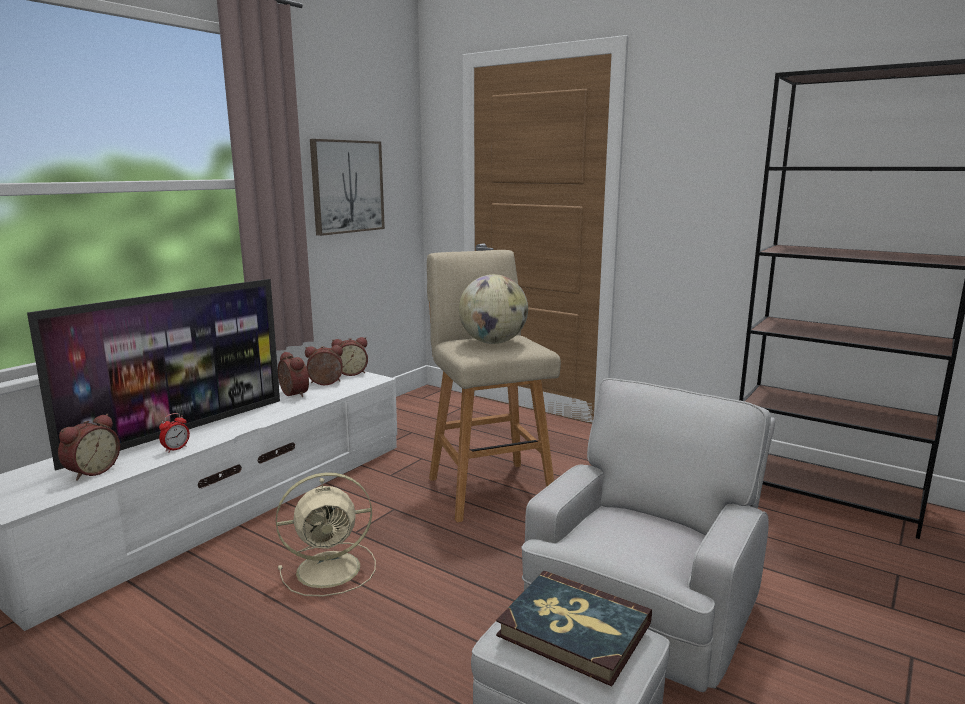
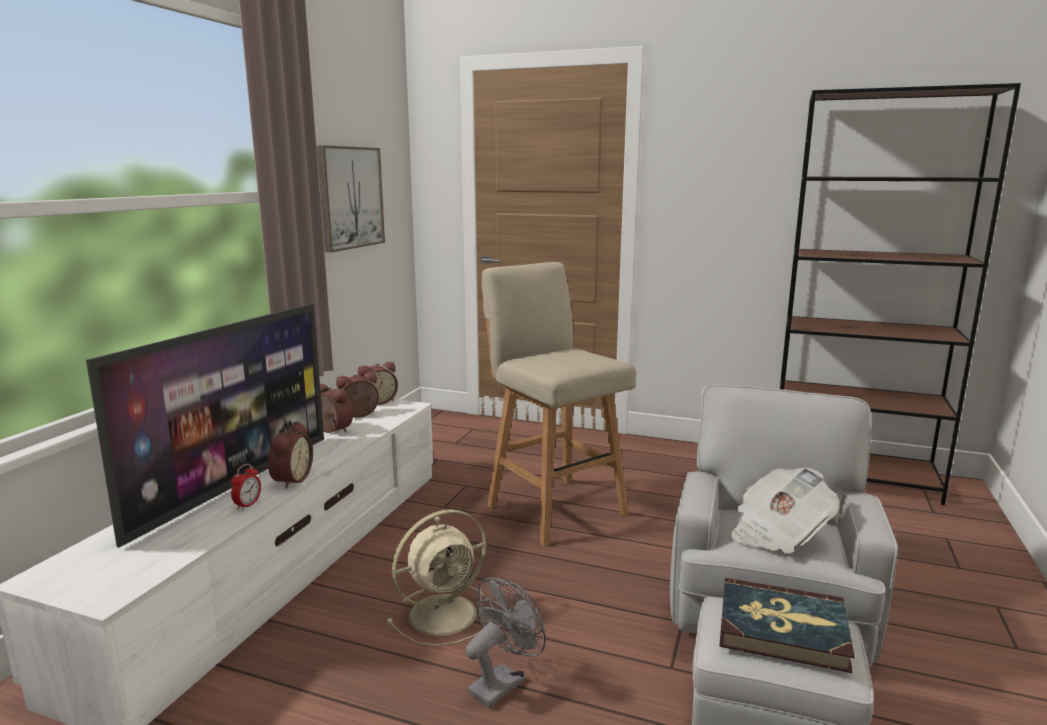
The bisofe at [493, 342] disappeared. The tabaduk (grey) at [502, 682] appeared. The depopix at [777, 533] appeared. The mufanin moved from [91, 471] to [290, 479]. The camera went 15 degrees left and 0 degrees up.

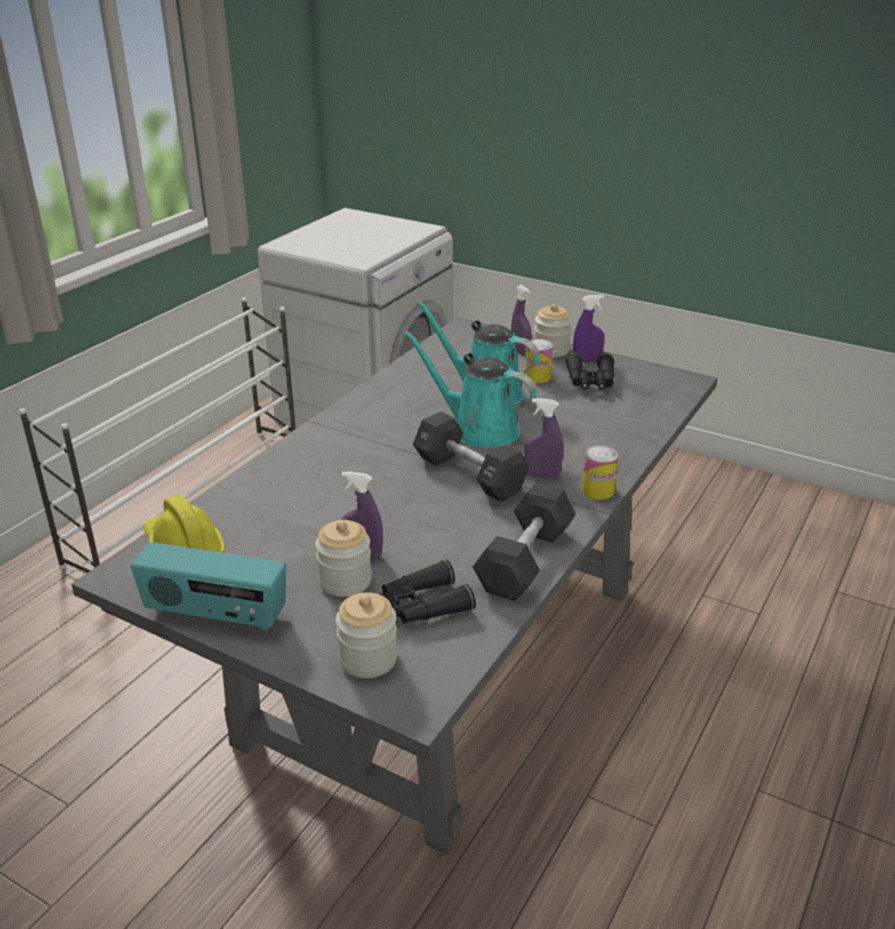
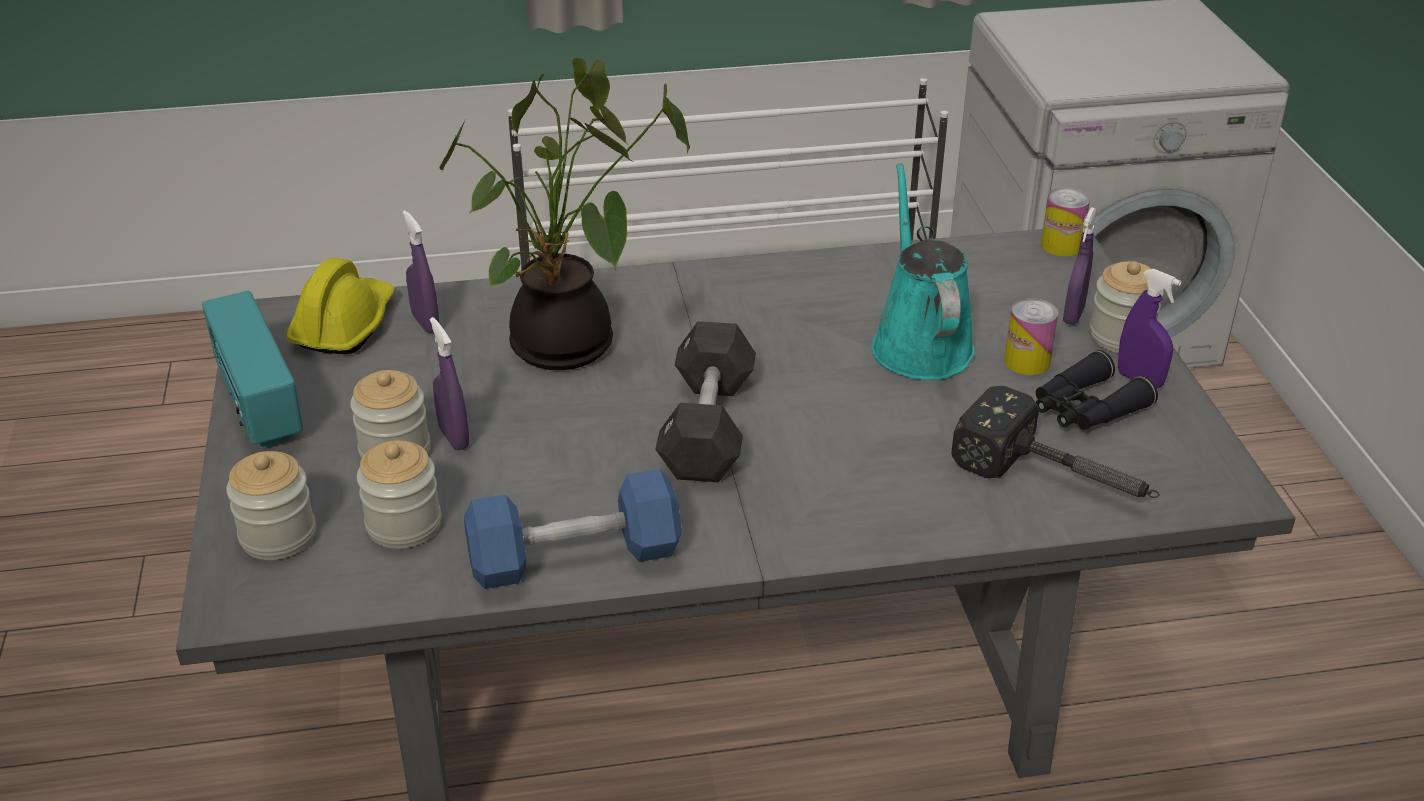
The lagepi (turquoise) at [479, 429] disappeared. The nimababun at [568, 349] appeared. The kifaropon at [1058, 479] appeared. The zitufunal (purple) moved from [542, 475] to [425, 323]. The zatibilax moved from [598, 490] to [1061, 245]. The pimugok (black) at [421, 606] was replaced by the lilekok at [404, 525]. The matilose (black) at [525, 560] became the matilose (blue) at [575, 557]. The camera went 50 degrees right and 5 degrees up.

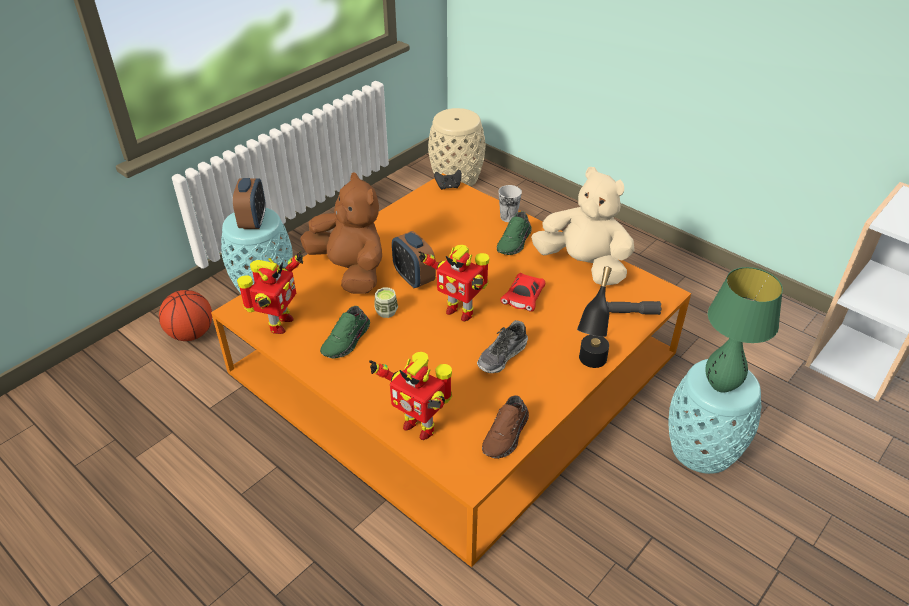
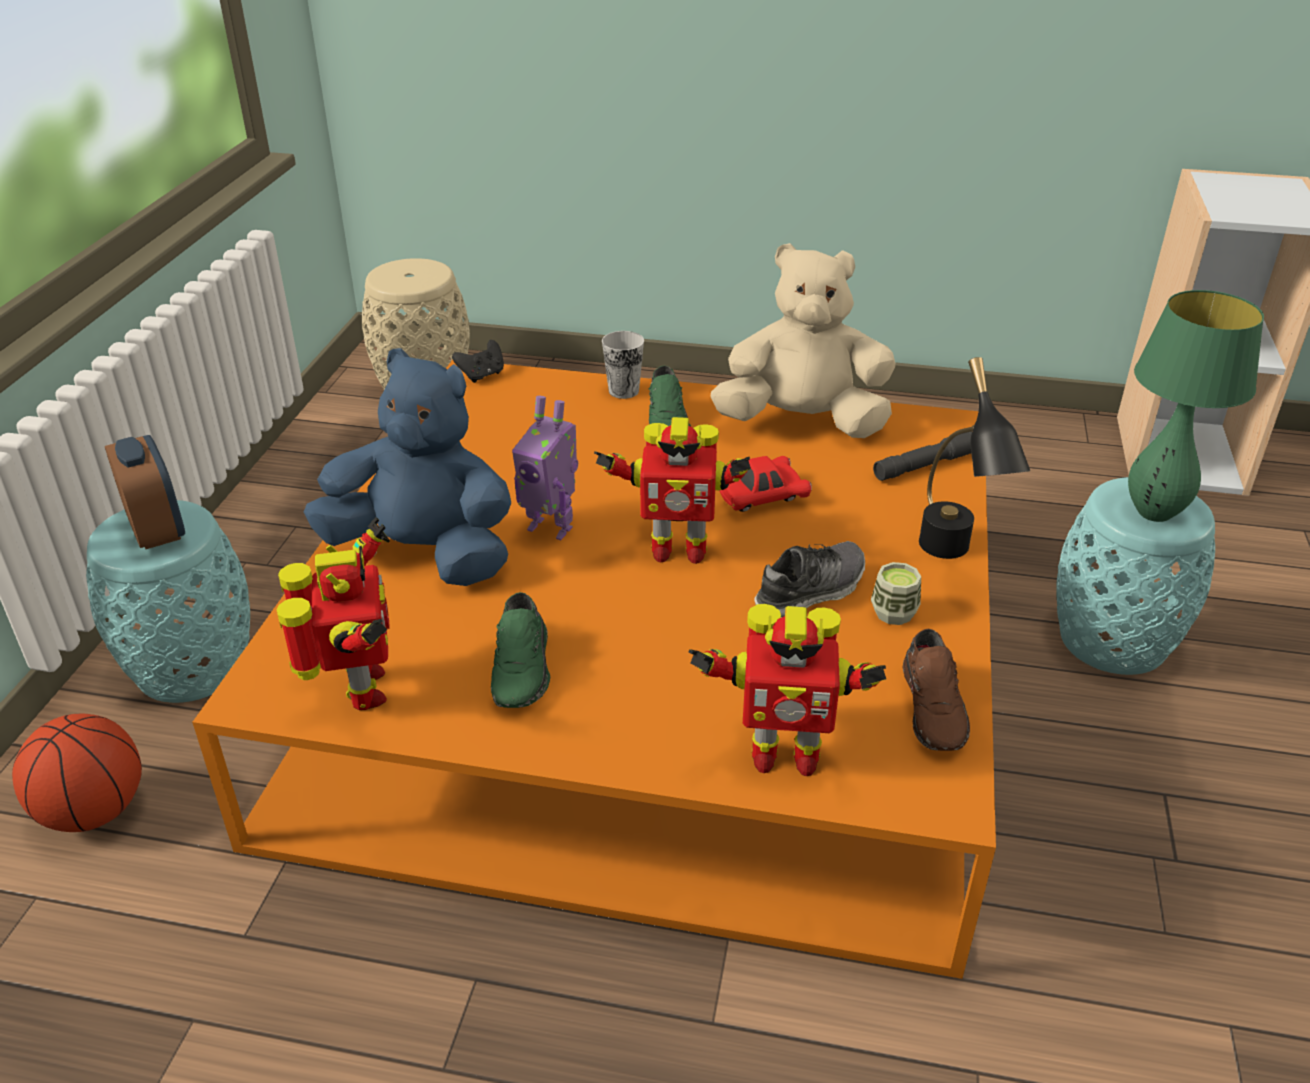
The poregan moved from [386, 312] to [893, 613]. The mufanin at [414, 278] was replaced by the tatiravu at [551, 527]. The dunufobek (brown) at [350, 271] became the dunufobek (blue) at [424, 553]. The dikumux at [502, 356] turned 135 degrees counterclockwise. The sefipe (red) at [523, 299] turned 105 degrees counterclockwise. The camera went 30 degrees left and 5 degrees down.

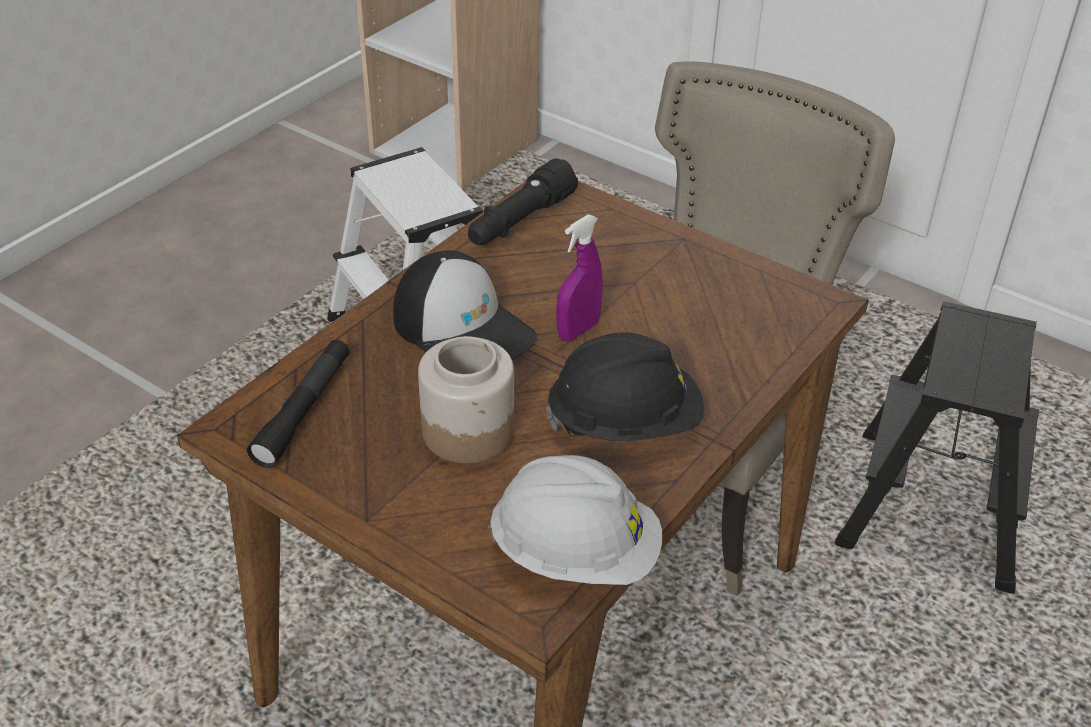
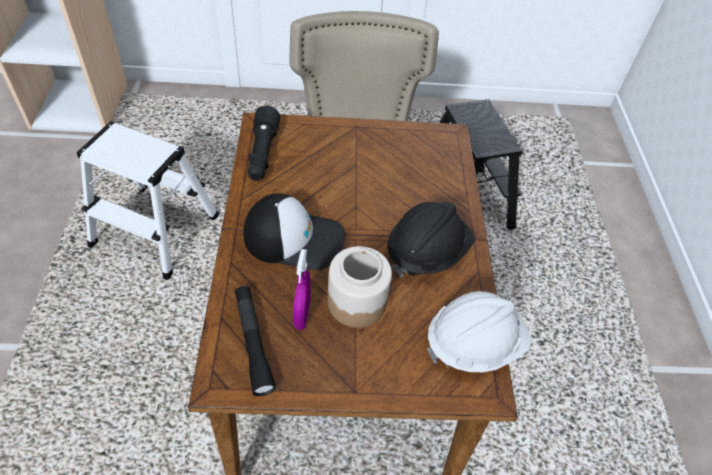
The zitufunal (purple) moved from [578, 330] to [302, 315]. The camera went 40 degrees left and 10 degrees up.

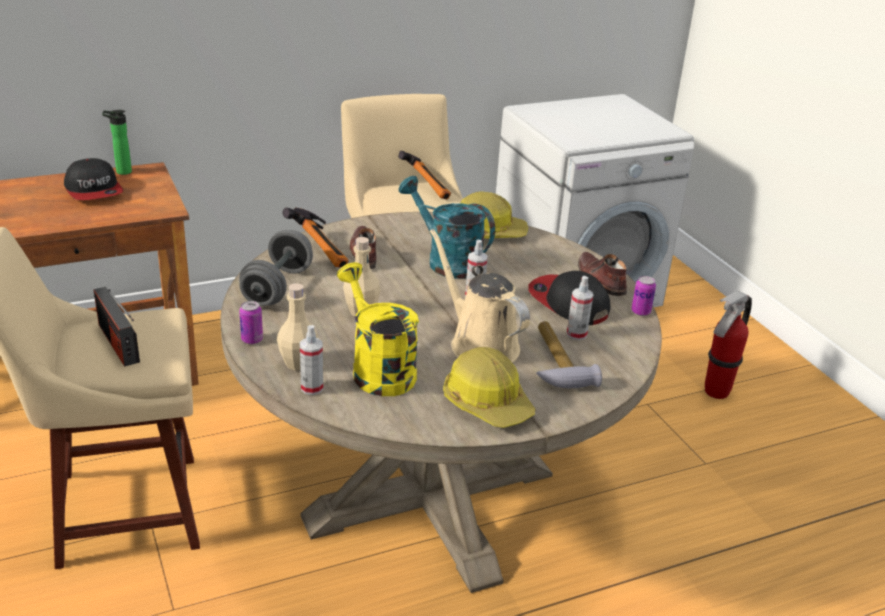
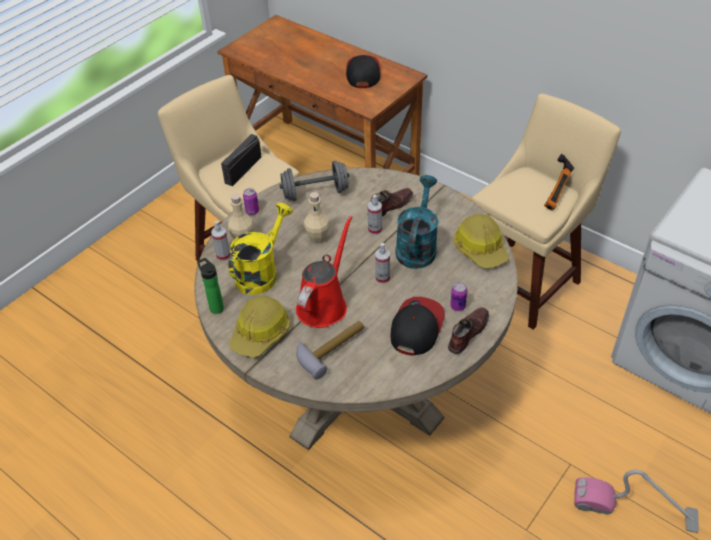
The kifaropon at [323, 250] disappeared. The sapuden moved from [121, 172] to [215, 307]. The zitufunal moved from [576, 334] to [375, 230]. The zatibilax moved from [640, 312] to [457, 306]. The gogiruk at [716, 392] was replaced by the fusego at [634, 509]. The lagepi (beige) at [479, 344] became the lagepi (red) at [324, 304]. The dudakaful at [94, 190] turned 150 degrees clockwise. The camera went 65 degrees right and 15 degrees up.

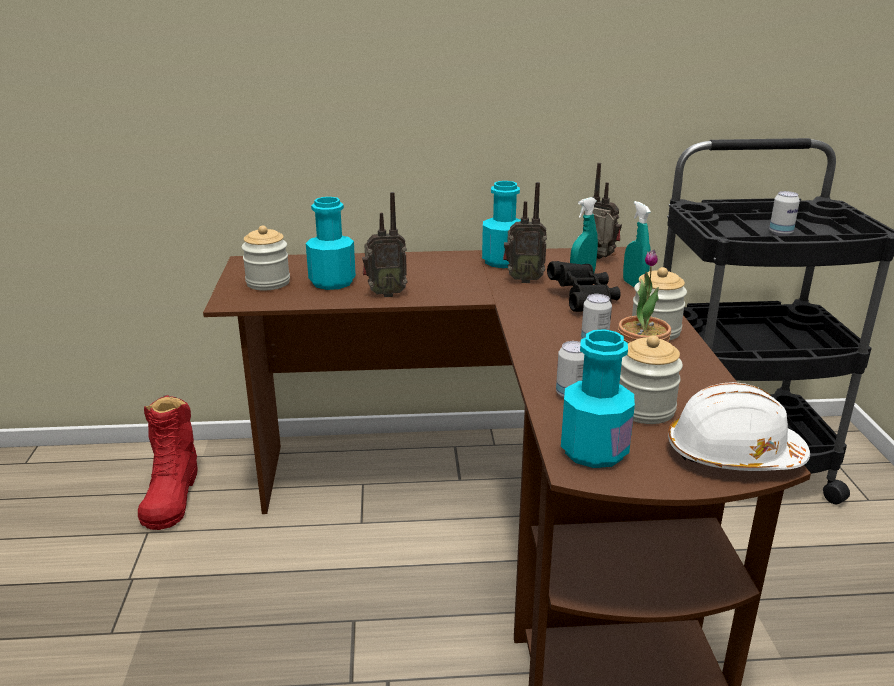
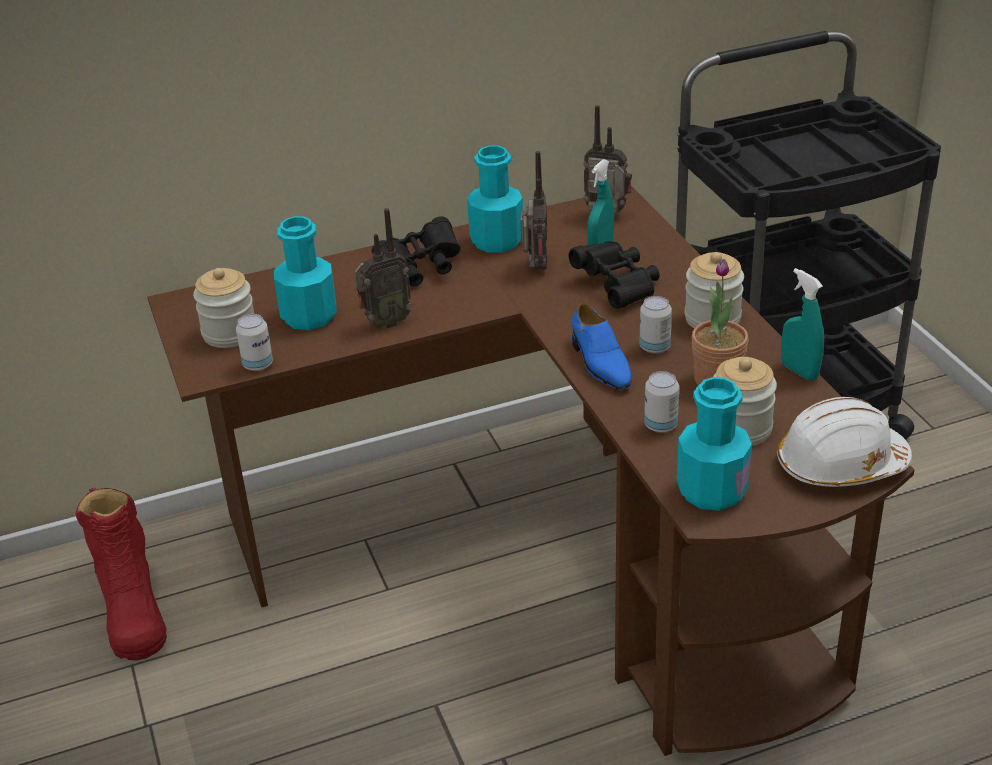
The pimugok (black) at [420, 268] appeared. The dikumux (blue) at [600, 363] appeared. The zitufunal (turquoise) moved from [634, 285] to [799, 371]. The zatibilax moved from [780, 233] to [258, 365]. The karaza at [523, 280] turned 75 degrees counterclockwise. The camera went 15 degrees left and 10 degrees up.

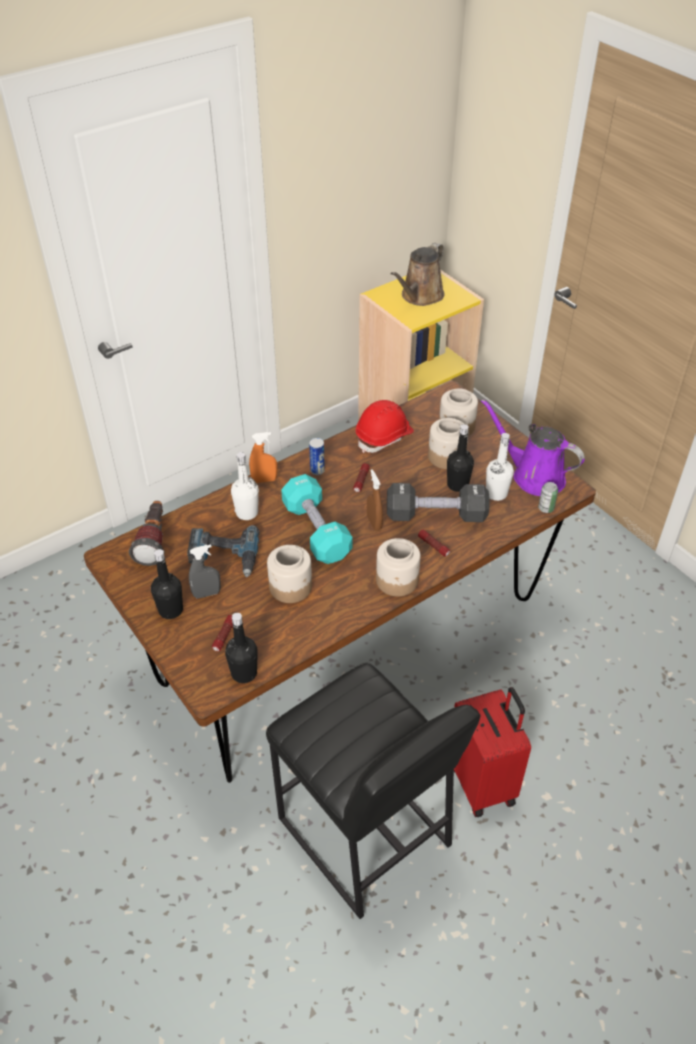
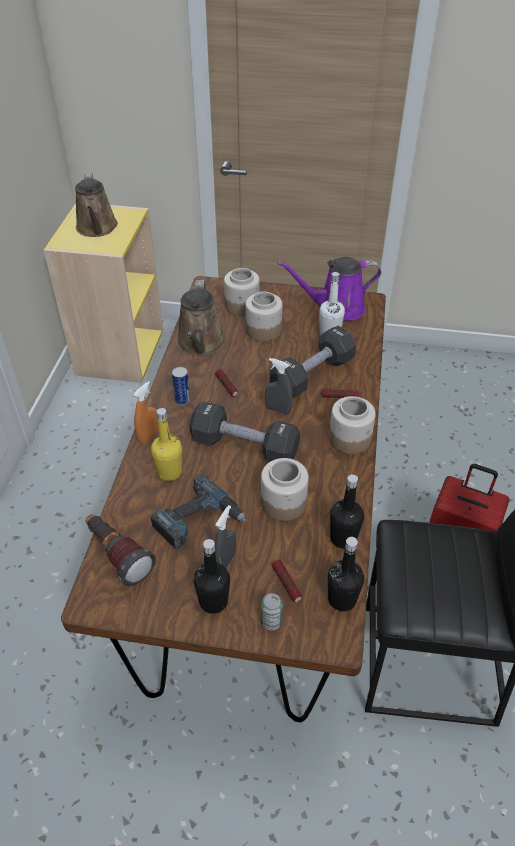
The sapuden (black) moved from [457, 485] to [343, 538]. The zatibilax moved from [546, 508] to [271, 622]. The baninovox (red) at [384, 437] was replaced by the lagepi (brown) at [200, 344]. The sapuden (white) at [247, 513] became the sapuden (yellow) at [169, 472]. The matilose (turquoise) at [316, 531] became the matilose (black) at [244, 446]. The zitufunal (brown) at [374, 523] became the zitufunal (grey) at [278, 410]. The camera went 45 degrees left and 0 degrees up.

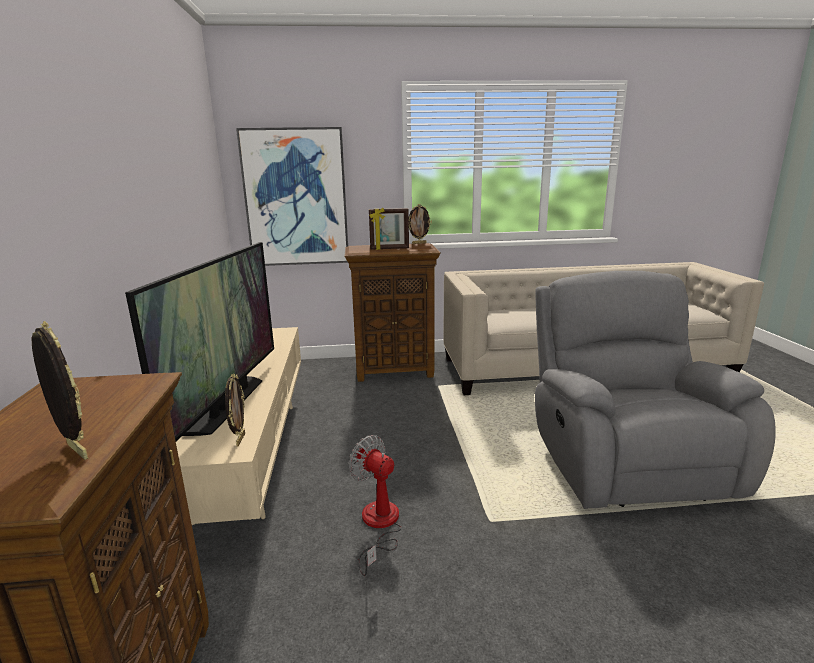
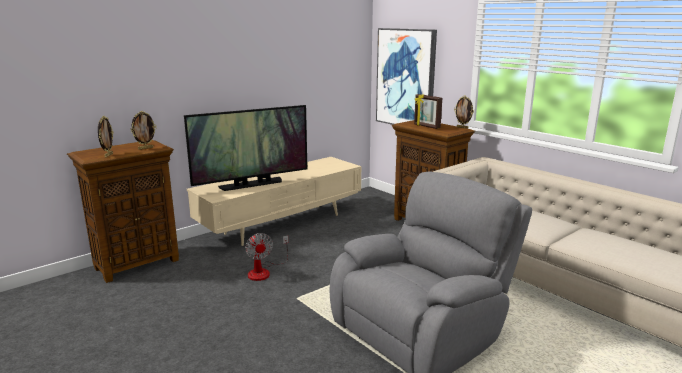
The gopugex moved from [240, 439] to [145, 148]. The tabaduk at [378, 525] turned 150 degrees clockwise. The camera went 55 degrees right and 0 degrees up.

